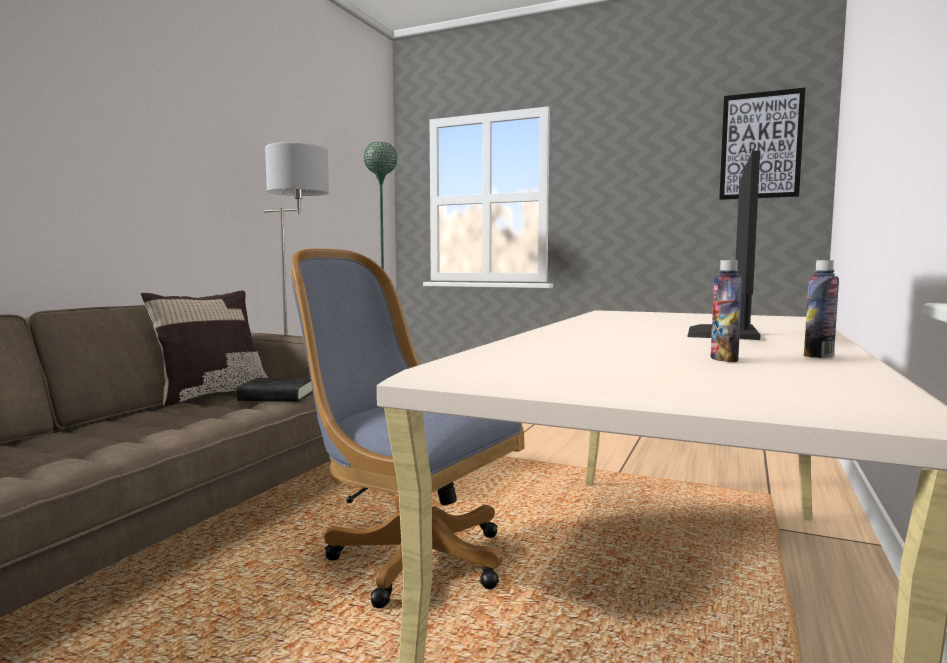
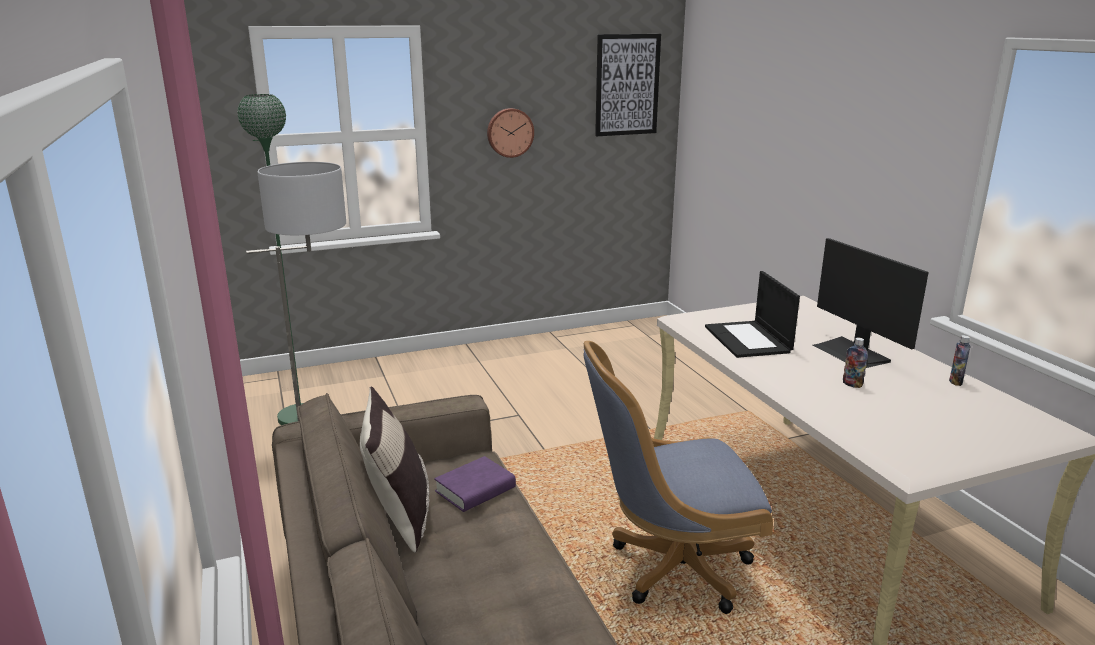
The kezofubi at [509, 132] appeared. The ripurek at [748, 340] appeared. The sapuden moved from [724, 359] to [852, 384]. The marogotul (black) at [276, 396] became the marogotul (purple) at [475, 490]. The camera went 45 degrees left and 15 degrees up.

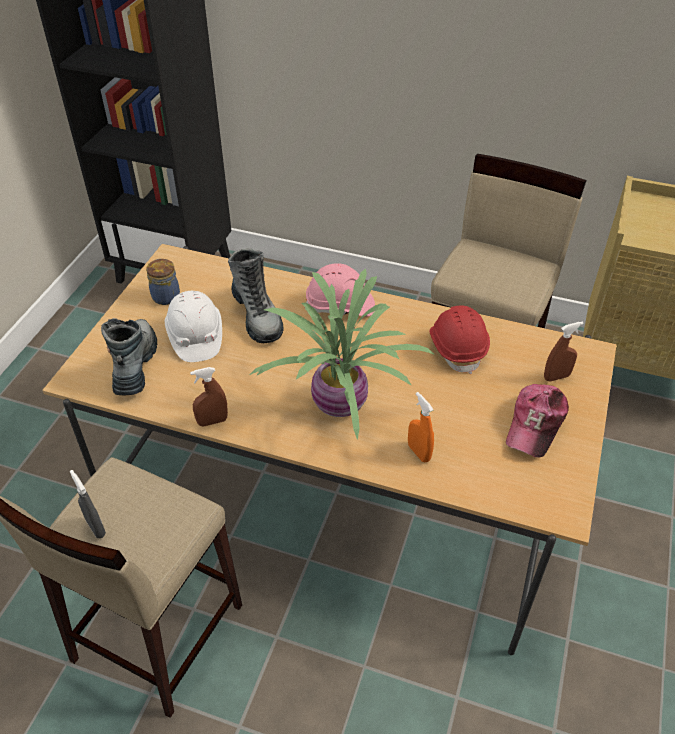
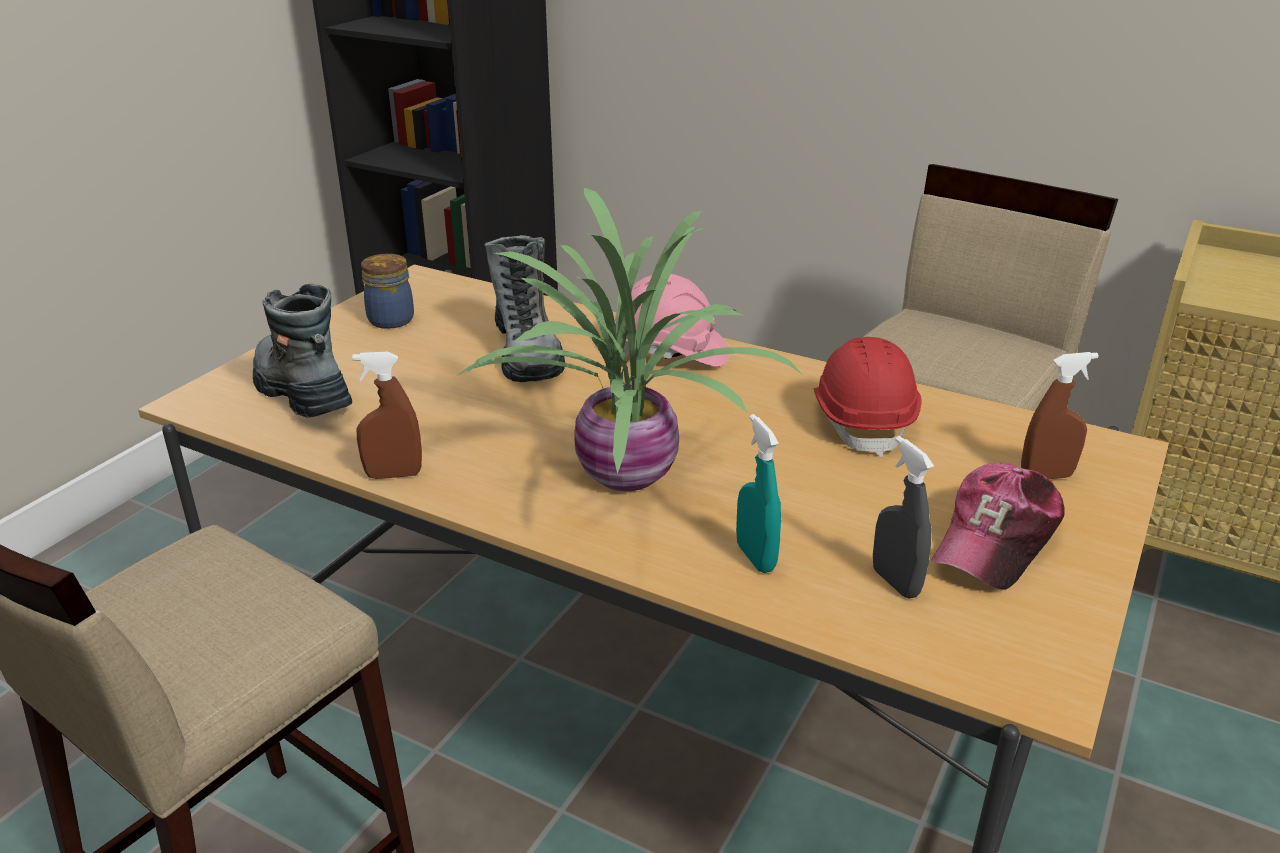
The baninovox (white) at [195, 337] disappeared. The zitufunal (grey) moved from [96, 527] to [895, 582]. The zitufunal (orange) at [419, 452] became the zitufunal (turquoise) at [755, 557]. The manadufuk at [135, 365] turned 45 degrees counterclockwise. The camera went 10 degrees right and 15 degrees down.

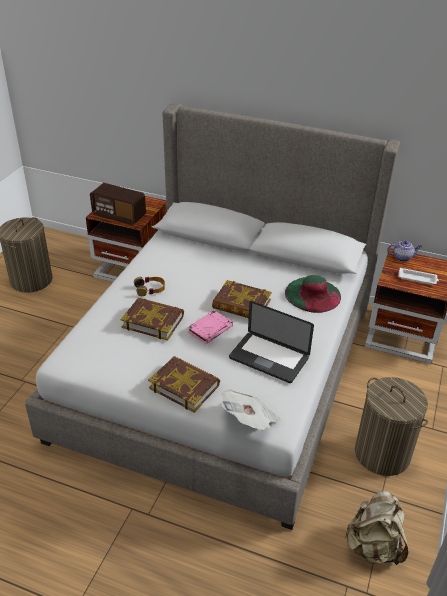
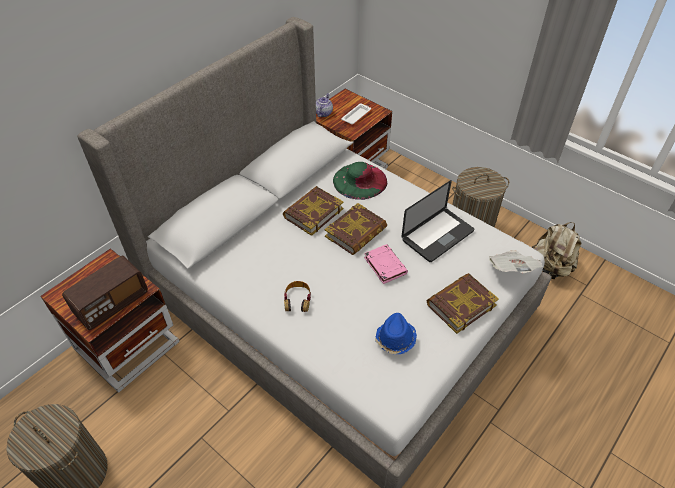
The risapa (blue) at [395, 339] appeared. The marogotul moved from [153, 321] to [313, 213]. The camera went 70 degrees left and 10 degrees up.

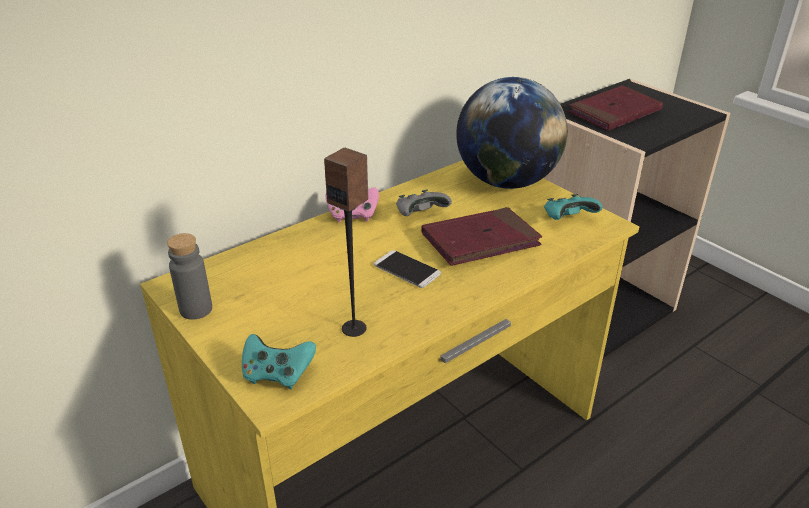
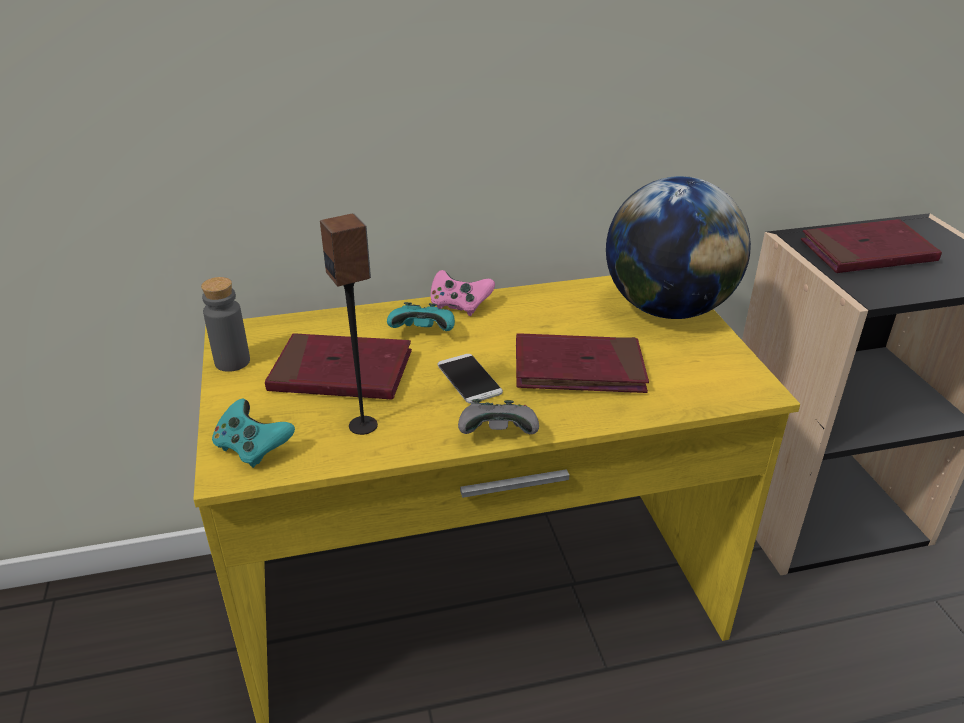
The marogotul (red) at [341, 373] appeared. The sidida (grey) moved from [421, 215] to [498, 434]. The sidida (turquoise) moved from [568, 219] to [424, 333]. The camera went 25 degrees right and 0 degrees up.

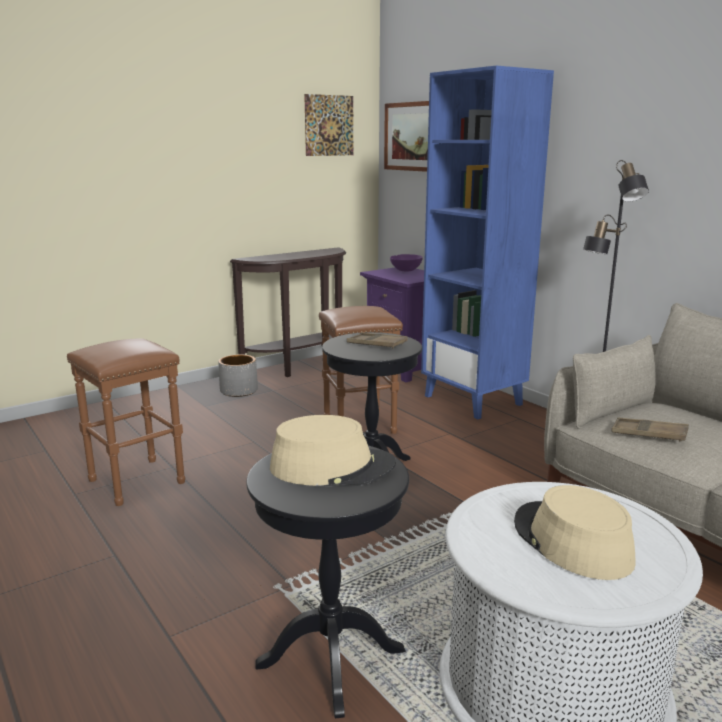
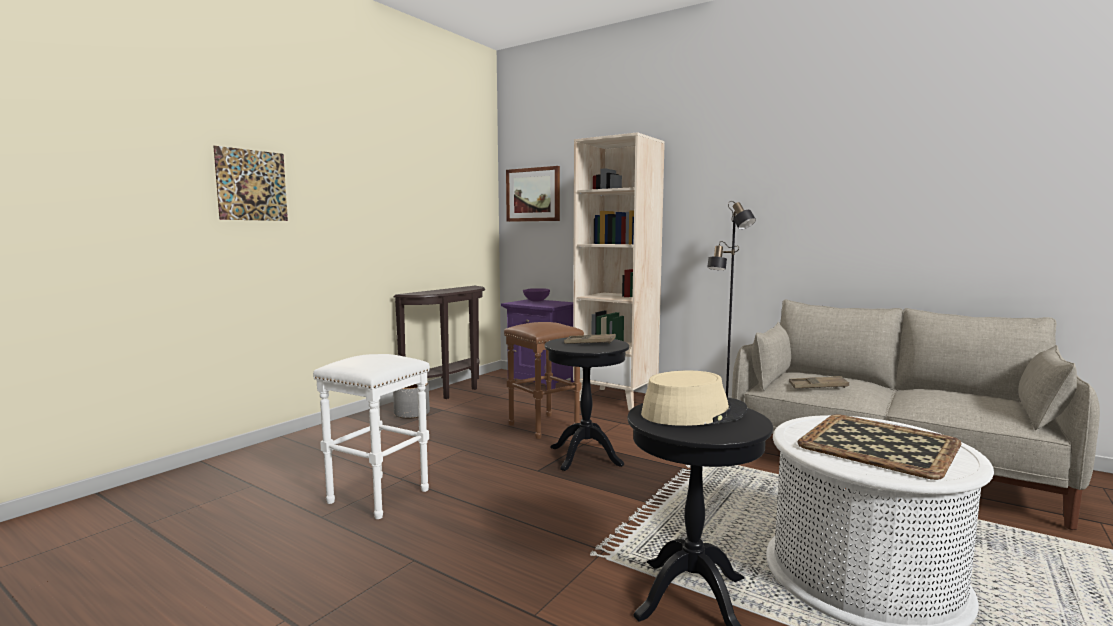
The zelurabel moved from [329, 125] to [252, 185]. The risapa (beige) at [571, 541] was replaced by the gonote at [880, 446]. The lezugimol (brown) at [137, 480] became the lezugimol (white) at [378, 495]. The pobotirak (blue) at [474, 400] became the pobotirak (beige) at [616, 399]. The camera went 20 degrees left and 10 degrees down.

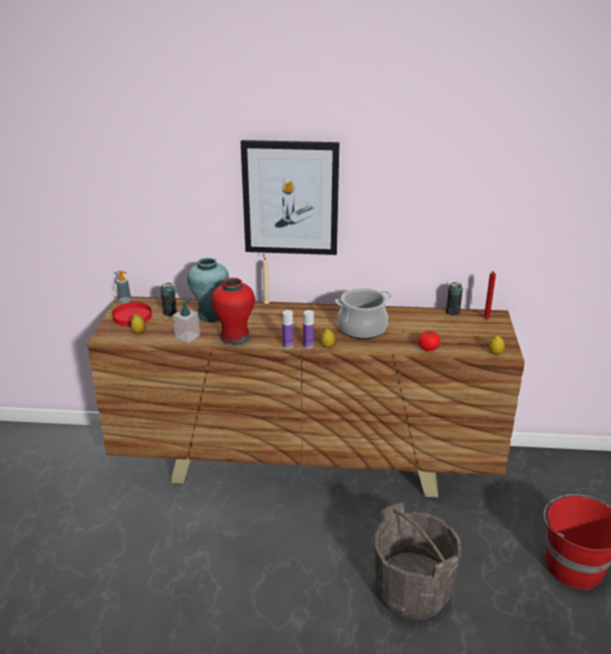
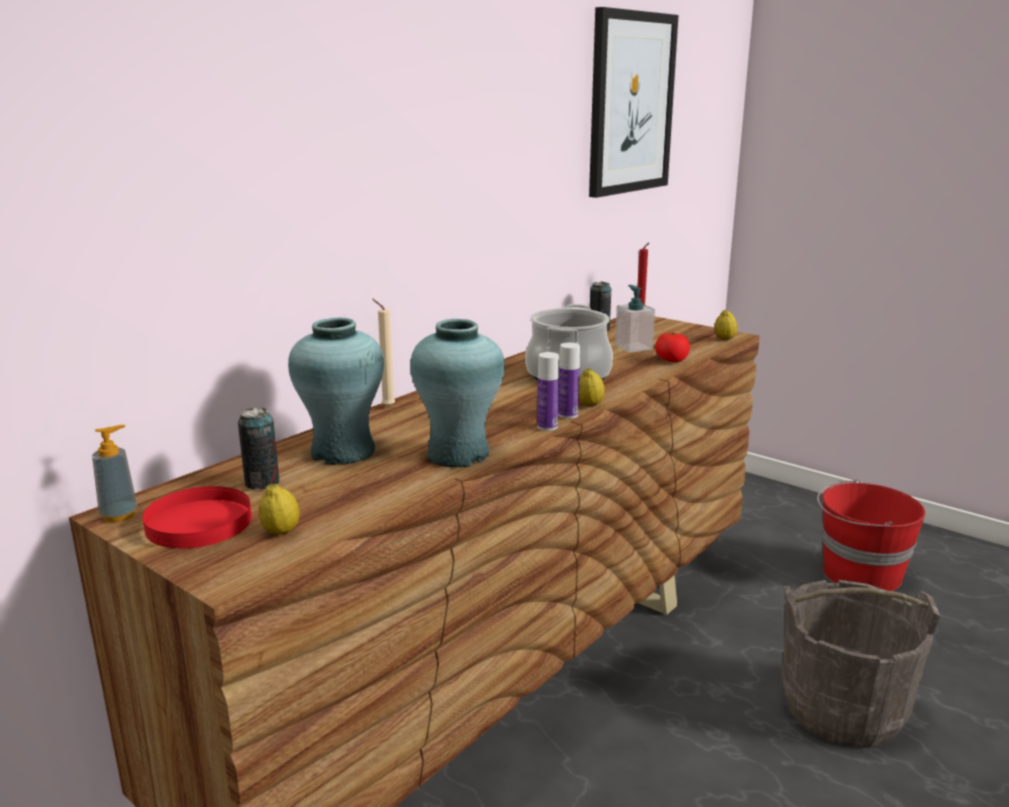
The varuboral moved from [187, 336] to [633, 347]. The zelurabel moved from [290, 198] to [631, 104]. The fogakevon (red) at [235, 337] became the fogakevon (turquoise) at [458, 454]. The camera went 55 degrees left and 10 degrees down.

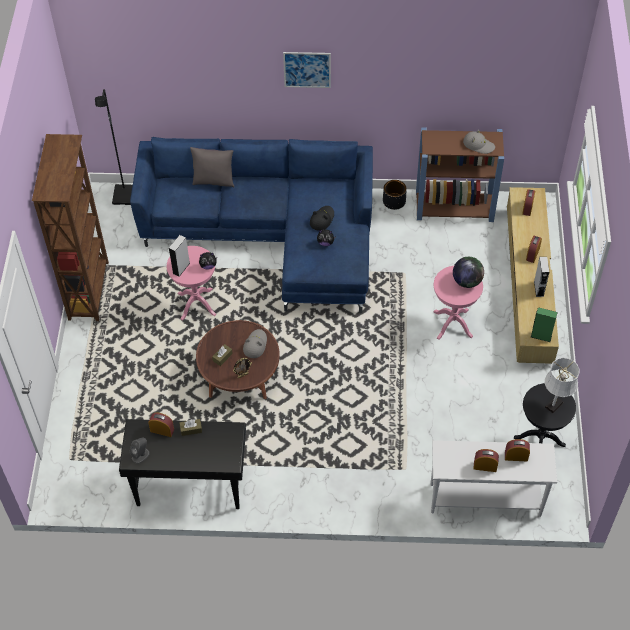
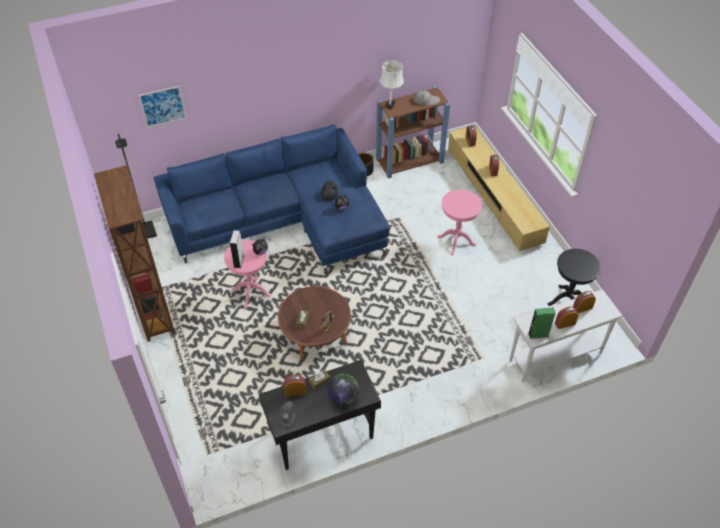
The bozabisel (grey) at [213, 181] disappeared. The risapa (grey) at [255, 345] disappeared. The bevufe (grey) at [538, 288] disappeared. The zelurabel moved from [307, 69] to [163, 106]. The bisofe moved from [467, 281] to [343, 397]. The bevufe (green) moved from [541, 336] to [538, 334]. The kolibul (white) moved from [555, 403] to [390, 104]. The camera went 25 degrees left and 5 degrees down.

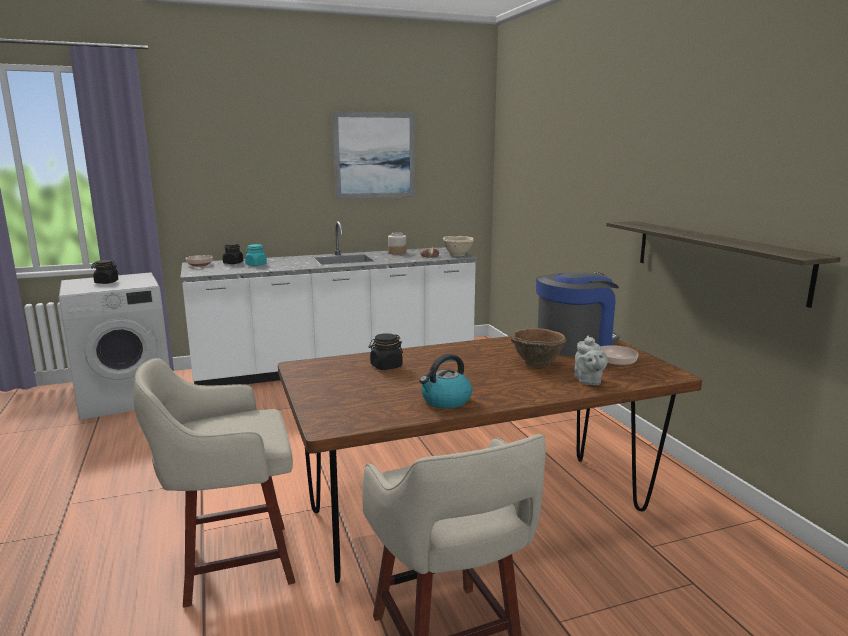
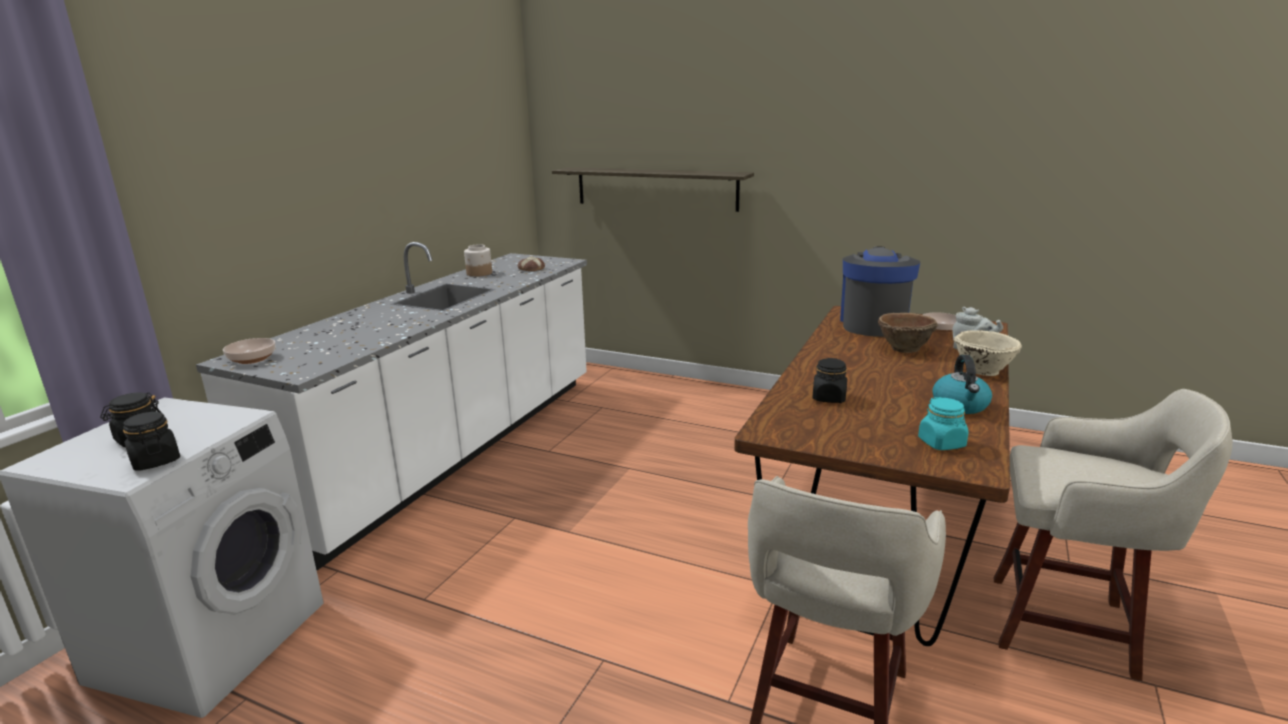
The zelurabel at [374, 155] disappeared. The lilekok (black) moved from [233, 263] to [155, 461]. The lilekok (turquoise) moved from [256, 265] to [942, 443]. The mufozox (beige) moved from [458, 255] to [982, 370]. The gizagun moved from [715, 258] to [656, 188]. The camera went 45 degrees left and 5 degrees up.

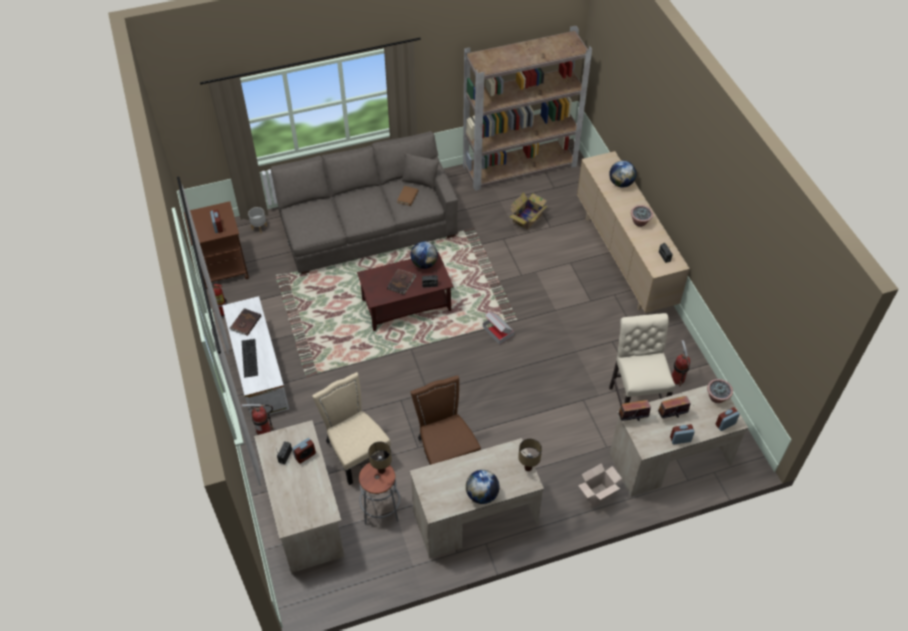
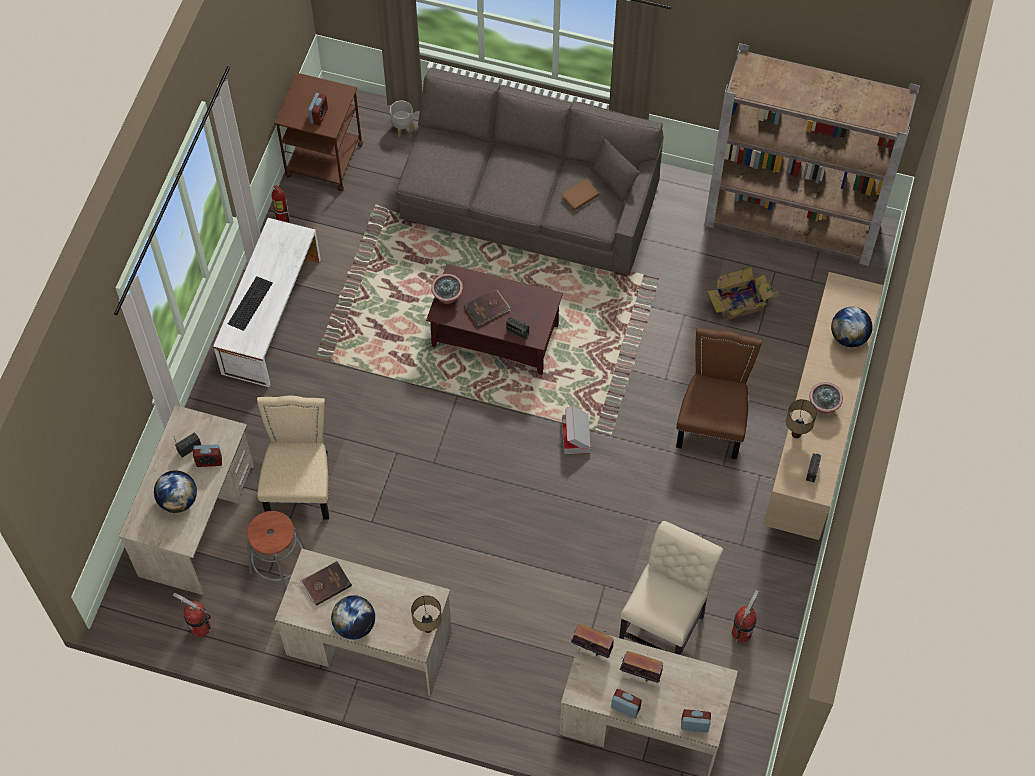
The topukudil at [596, 496] disappeared. The marogotul (brown) moved from [245, 323] to [326, 584]. The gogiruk moved from [263, 430] to [200, 628]. The kolibul moved from [382, 470] to [796, 434]. The bisofe moved from [424, 264] to [178, 500]. The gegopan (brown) moved from [445, 455] to [712, 423]. The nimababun moved from [717, 398] to [447, 297]. The camera went 35 degrees right and 10 degrees up.

